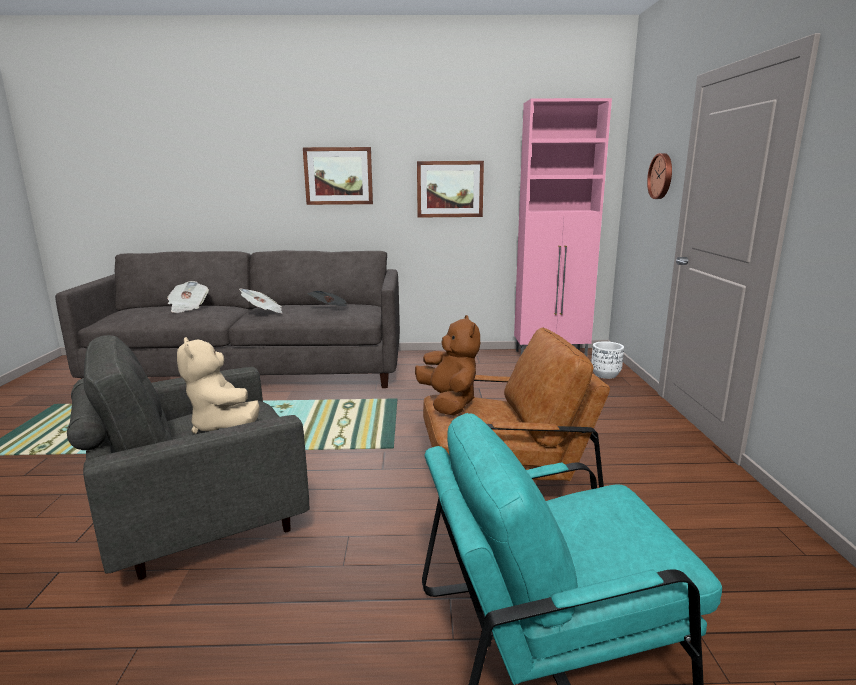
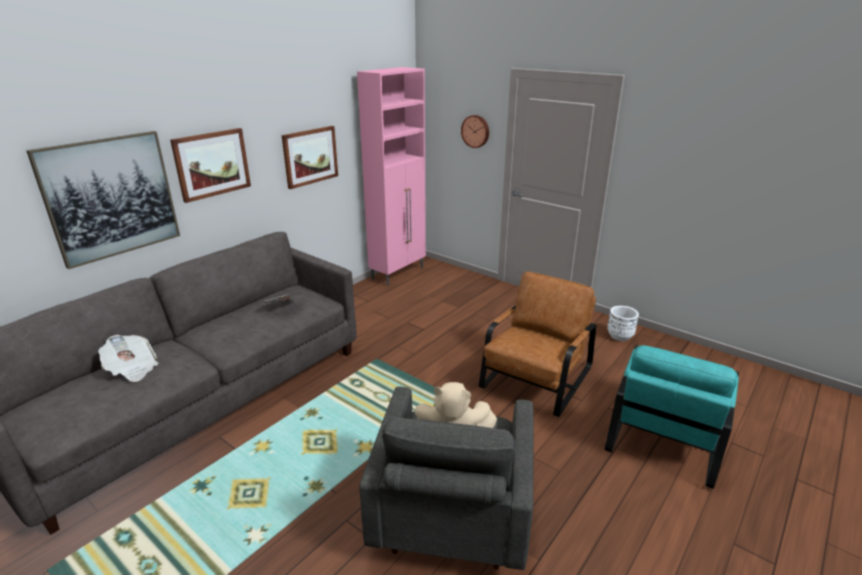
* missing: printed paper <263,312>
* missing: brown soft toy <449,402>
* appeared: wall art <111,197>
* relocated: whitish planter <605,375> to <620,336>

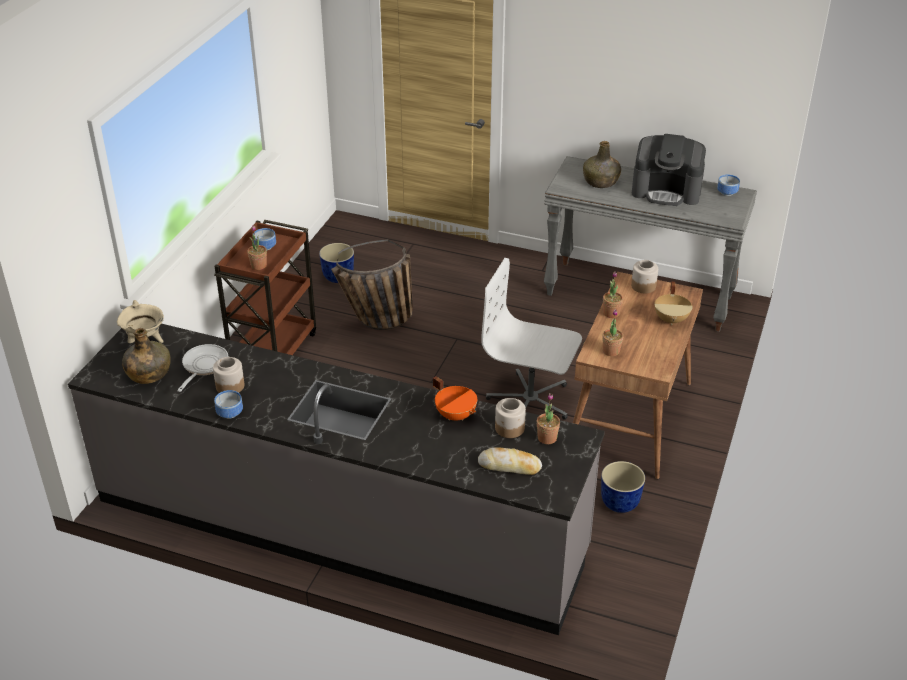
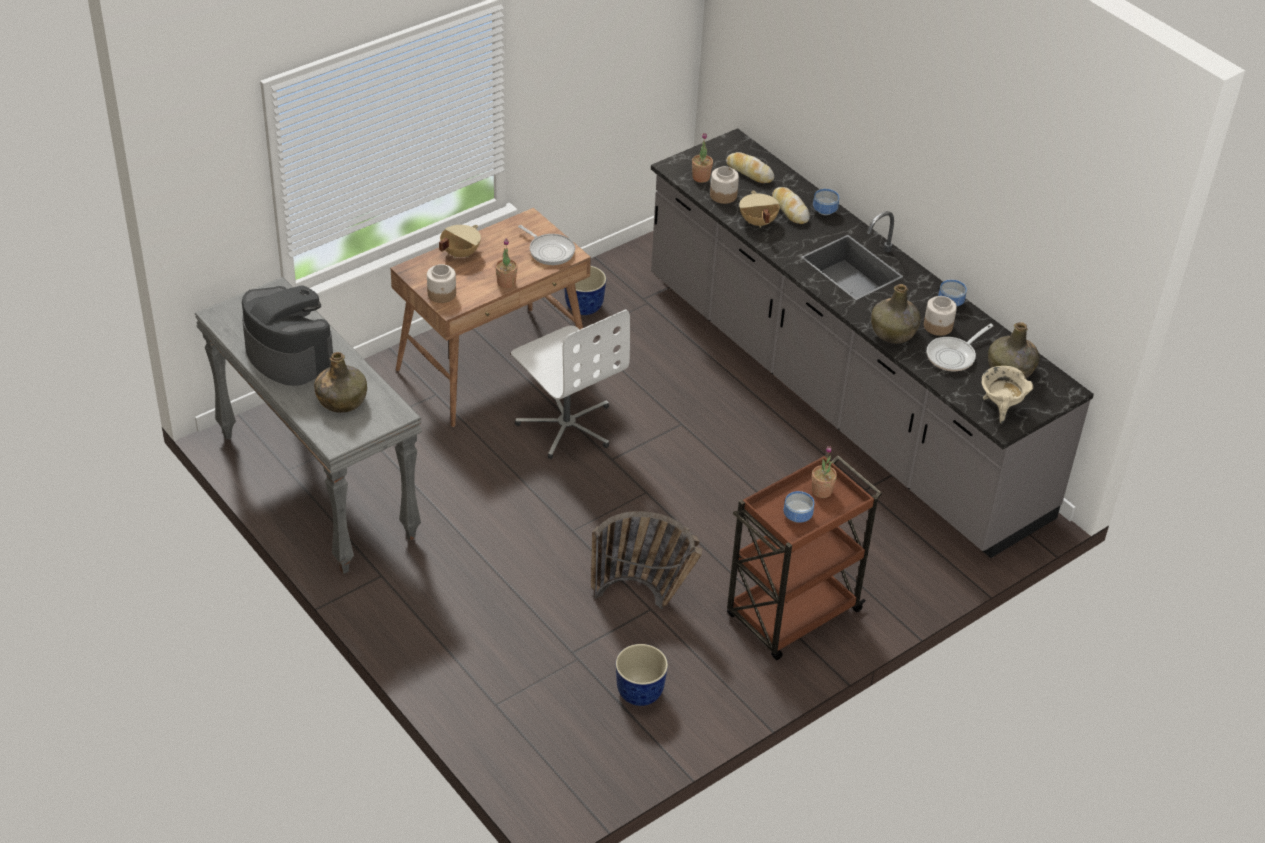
* appeared: bakery bread <790,209>
* appeared: green bottle <893,332>
* relocated: deep dish <726,192> to <825,211>
* exchanged: houseplant <611,351> to skillet <549,251>
* colour: orange-coloured stockpot <456,415> to beige-coloured stockpot <757,222>

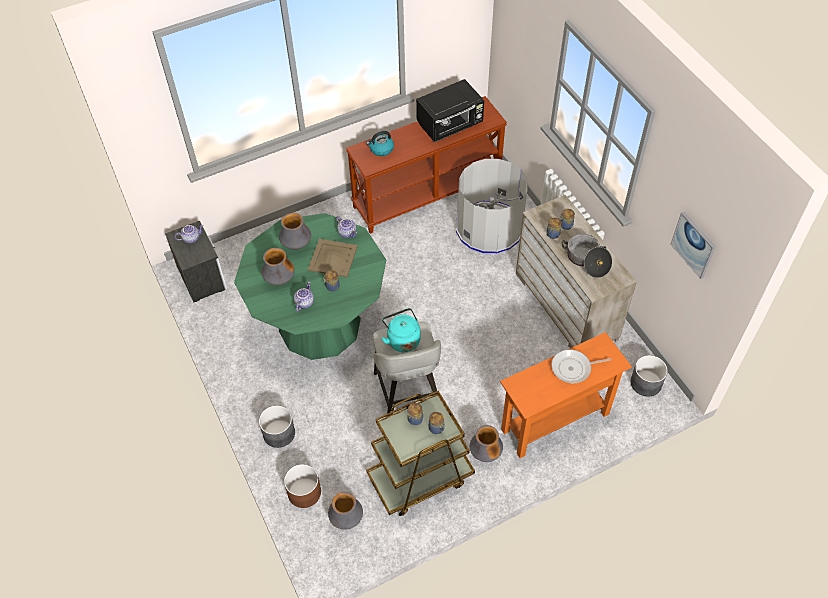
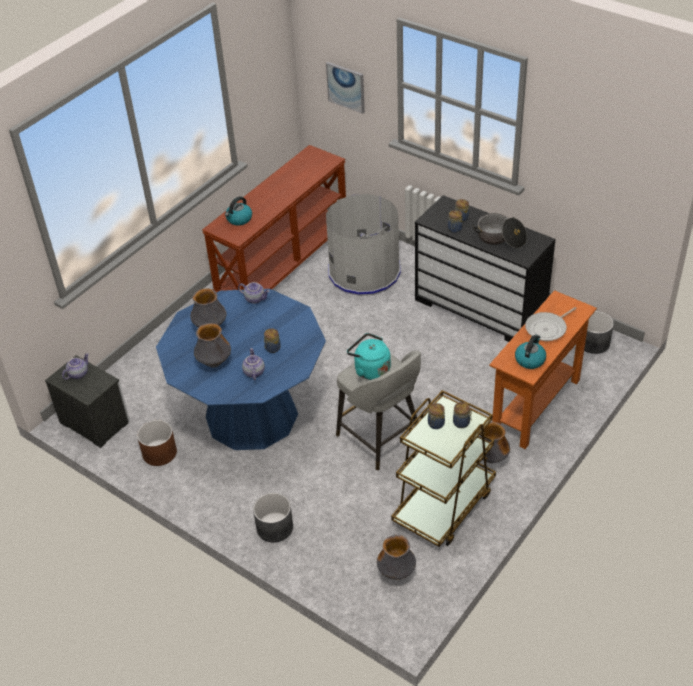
* missing: beige-coloured serving tray <333,258>
* missing: blackish microwave <450,125>
* appeared: water kettle <530,359>
* relocated: brown planter <304,492> to <159,453>
* relocated: wall art <693,244> to <346,87>
* colour: green kitchen table <320,325> to blue-coloured kitchen table <252,415>
* colour: beige-coloured chest of drawers <566,306> to blackish chest of drawers <480,308>

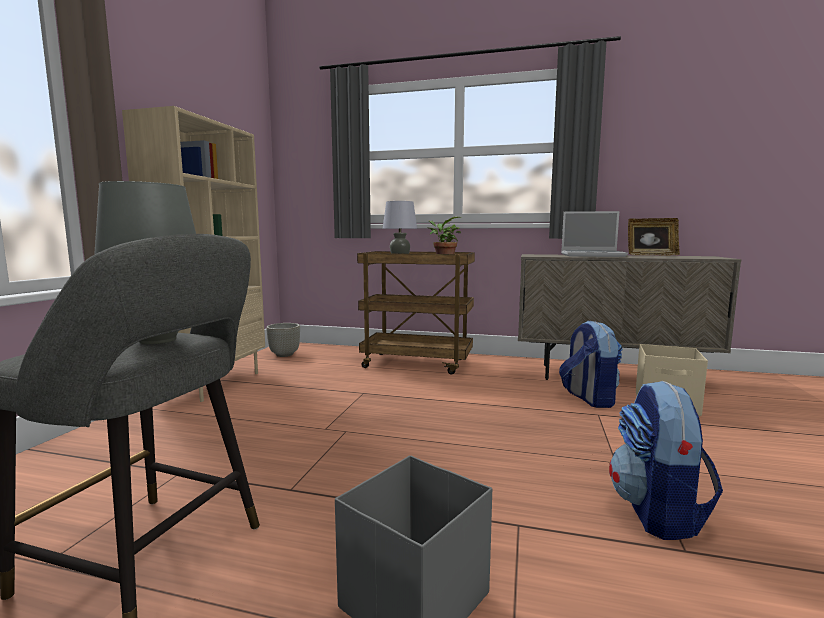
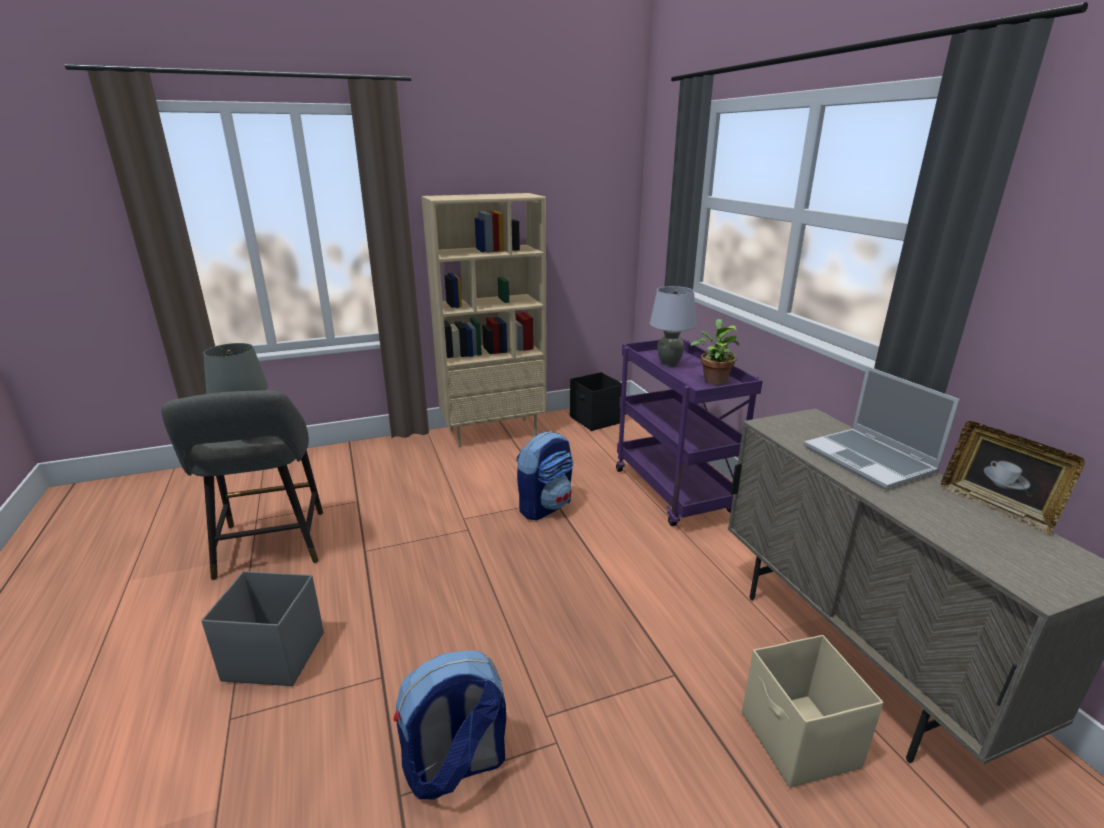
* relocated: knapsack <588,398> to <545,506>
* exchanged: grey planter <285,354> to blackish storage bin <595,420>
* colour: brown trolley <418,363> to purple-coloured trolley <675,492>

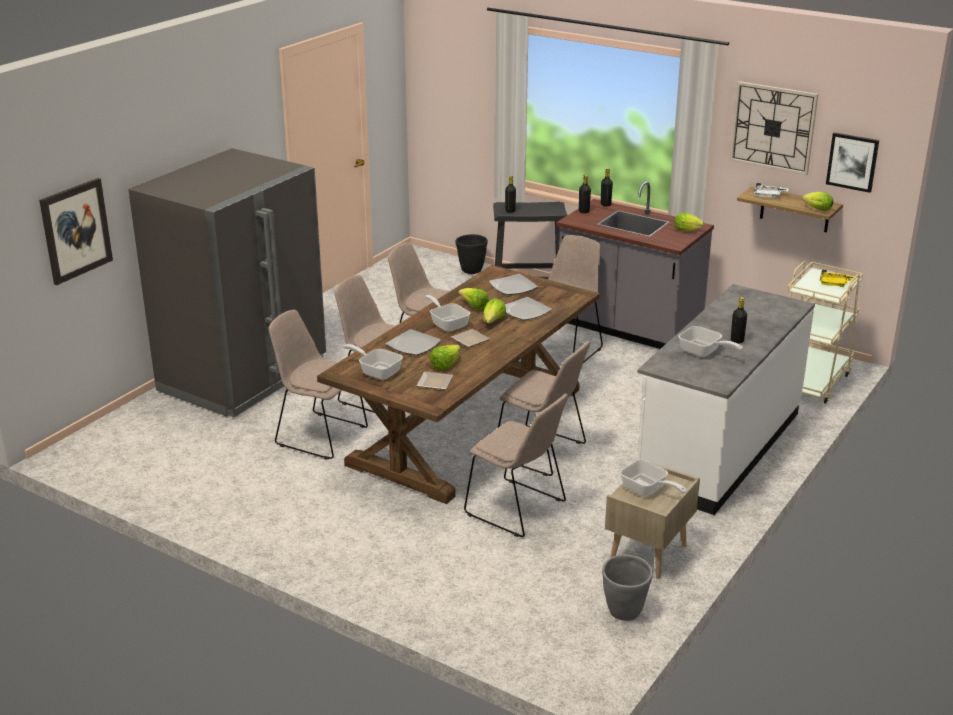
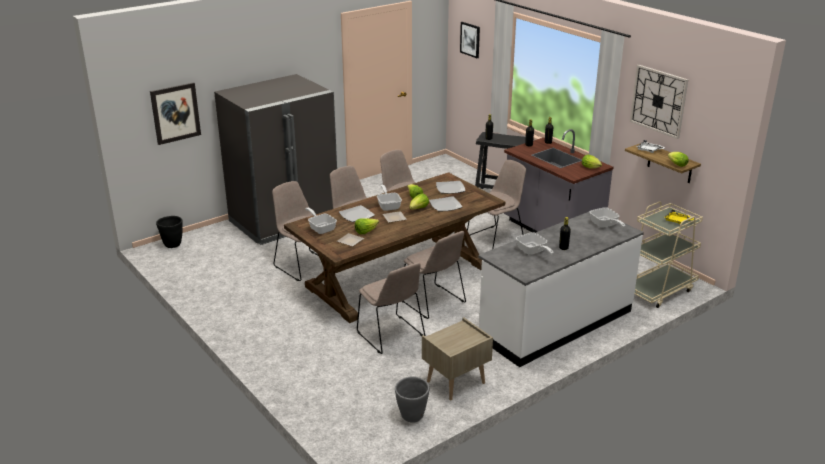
* relocated: blackish planter <471,270> to <172,244>
* relocated: skillet <647,490> to <605,225>
* relocated: wall art <852,162> to <470,39>

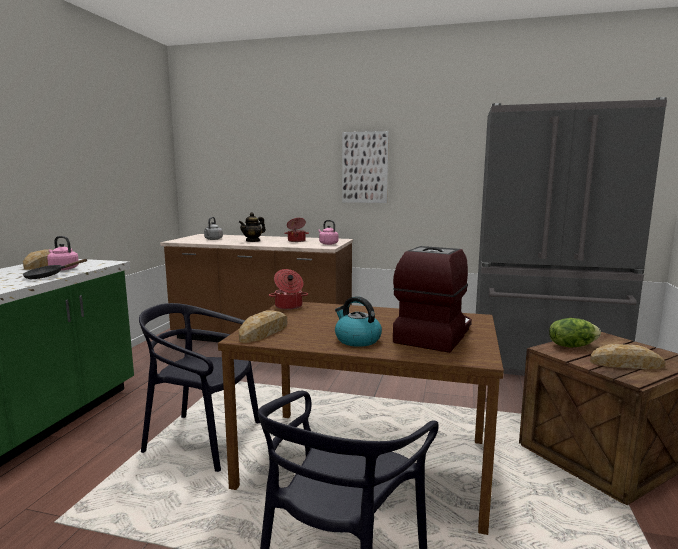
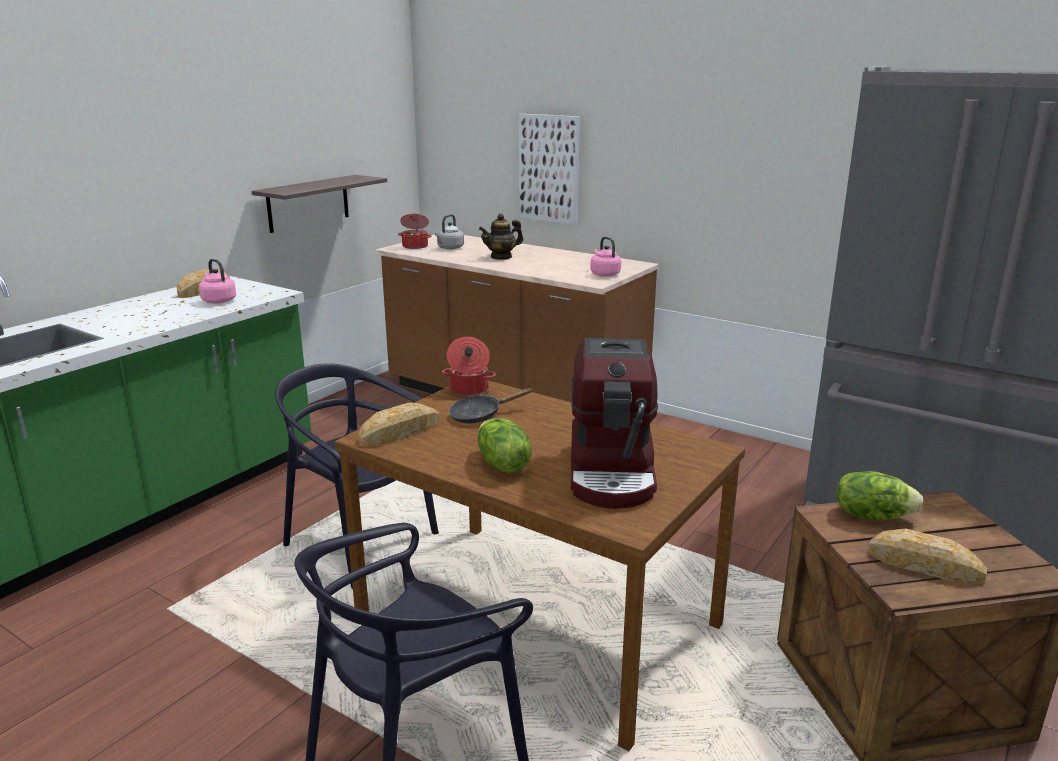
* appeared: wall shelf <308,203>
* relocated: blackish skillet <48,276> to <480,415>
* relocated: stockpot <296,241> to <415,246>
* relocated: wall art <365,167> to <549,169>
* exchanged: water kettle <357,340> to lettuce head <501,465>
* spun: coffee machine <433,334> = <613,472> 135 degrees clockwise

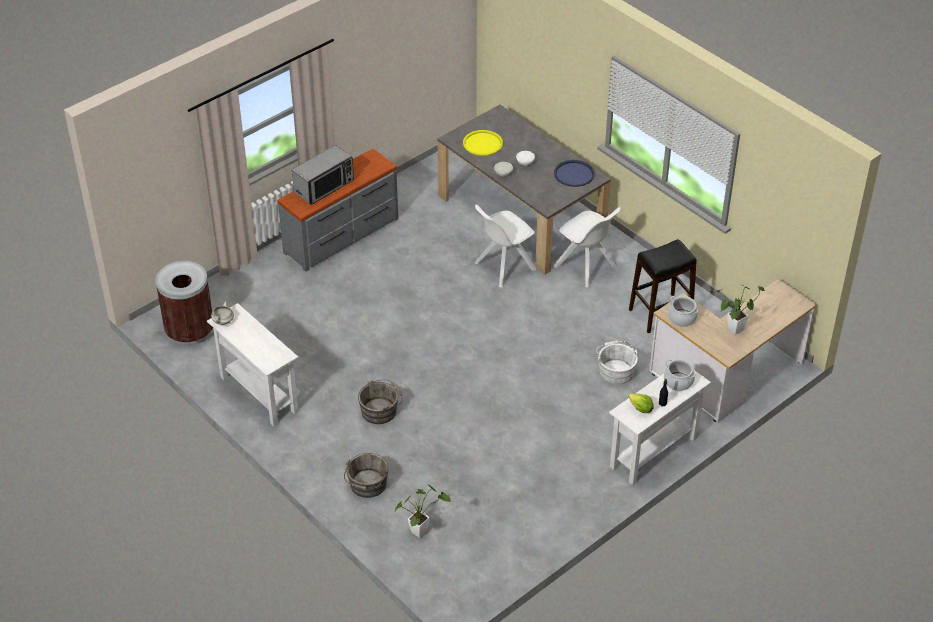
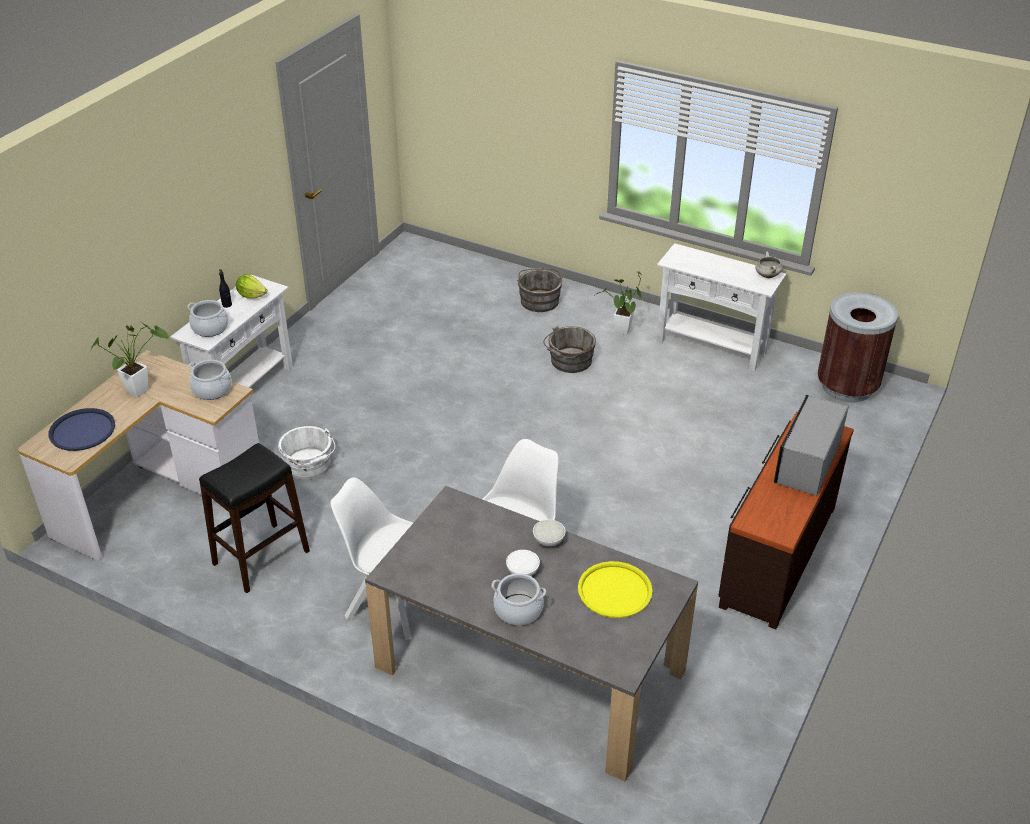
* appeared: stockpot <518,610>
* relocated: houseplant <421,530> to <621,333>
* relocated: blue-coloured serving tray <574,174> to <82,430>
* colour: grey chest of drawers <342,236> to brown chest of drawers <776,555>

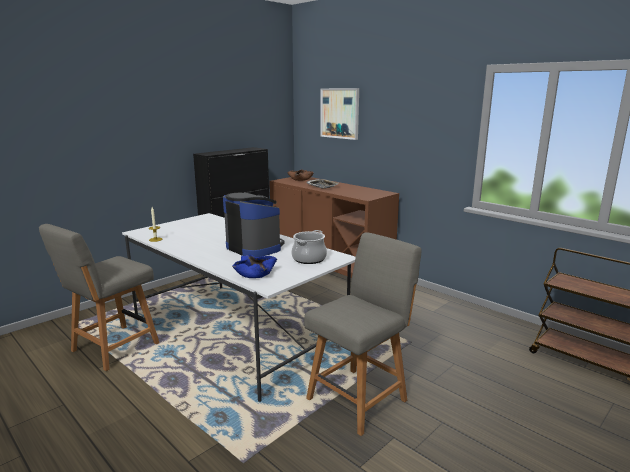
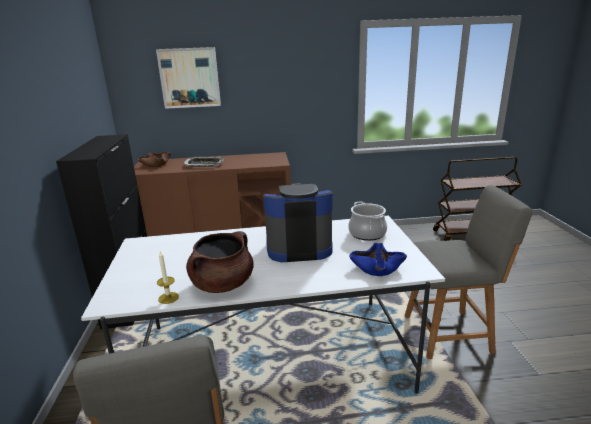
* appeared: brown stockpot <222,284>
* spun: grey upright chair <359,398> = <450,333> 90 degrees clockwise

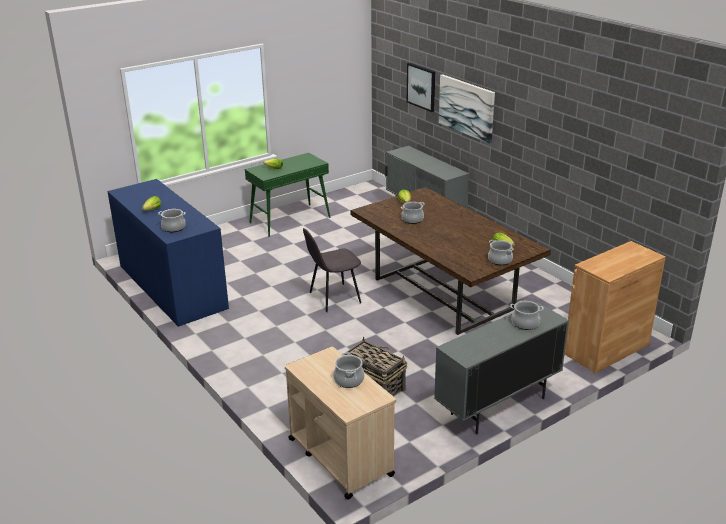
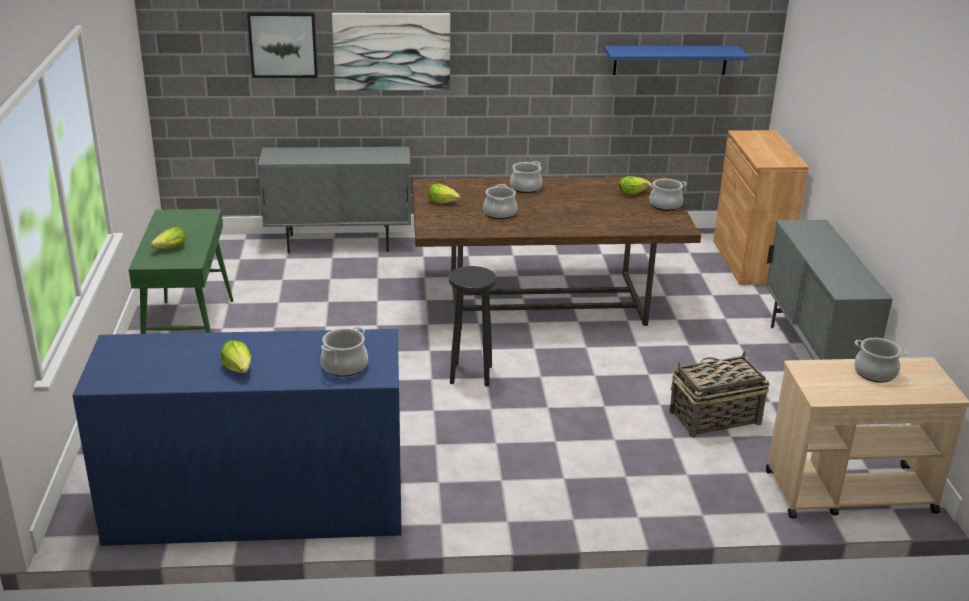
* appeared: blue-coloured wall shelf <670,60>
* relocated: stockpot <525,323> to <525,188>
* exchanged: grey upright chair <333,298> to blackish stool seat <470,374>

